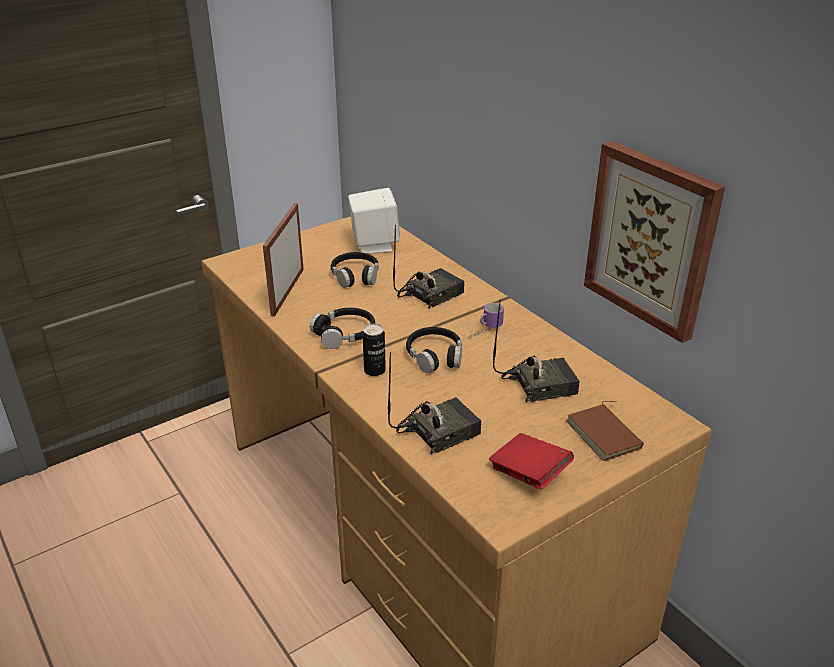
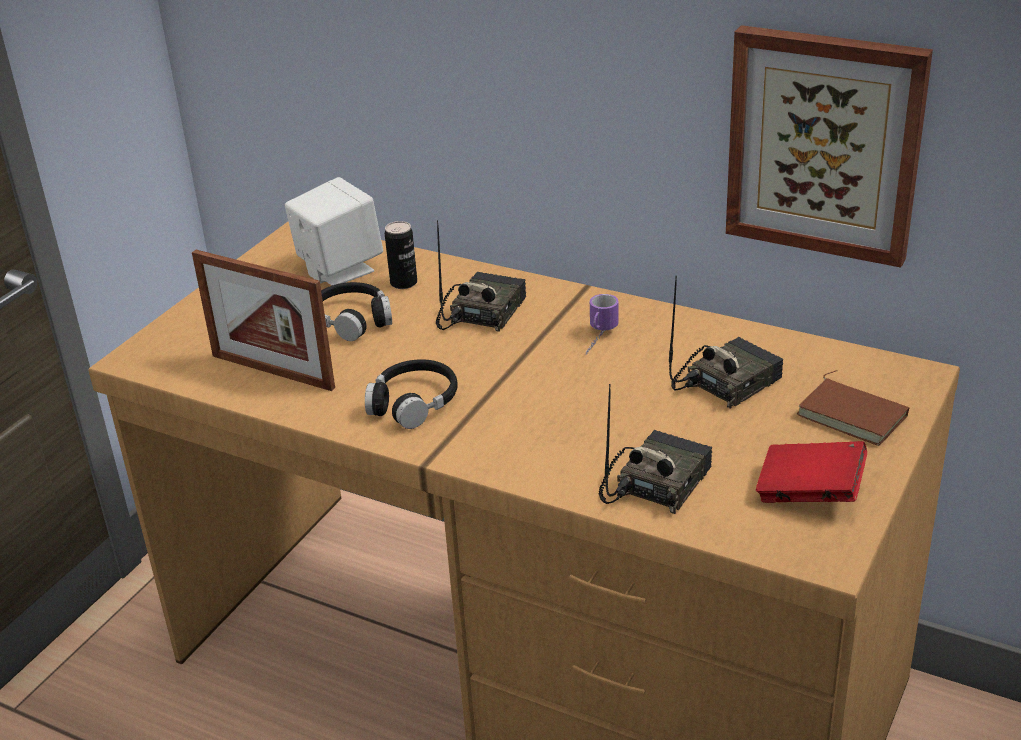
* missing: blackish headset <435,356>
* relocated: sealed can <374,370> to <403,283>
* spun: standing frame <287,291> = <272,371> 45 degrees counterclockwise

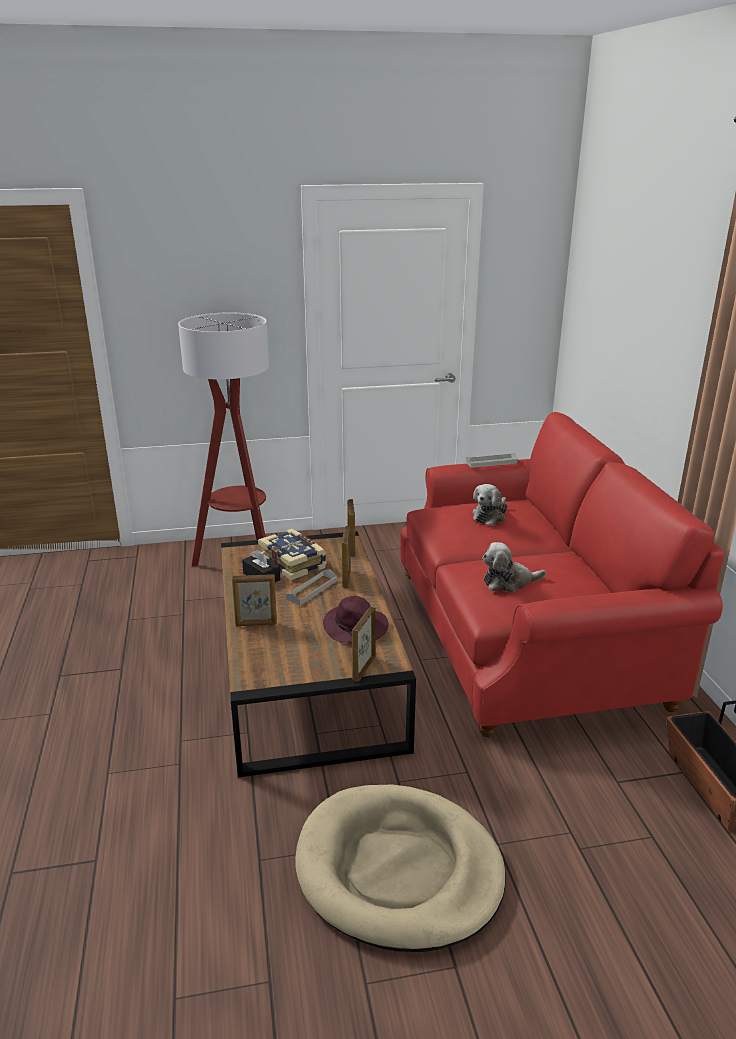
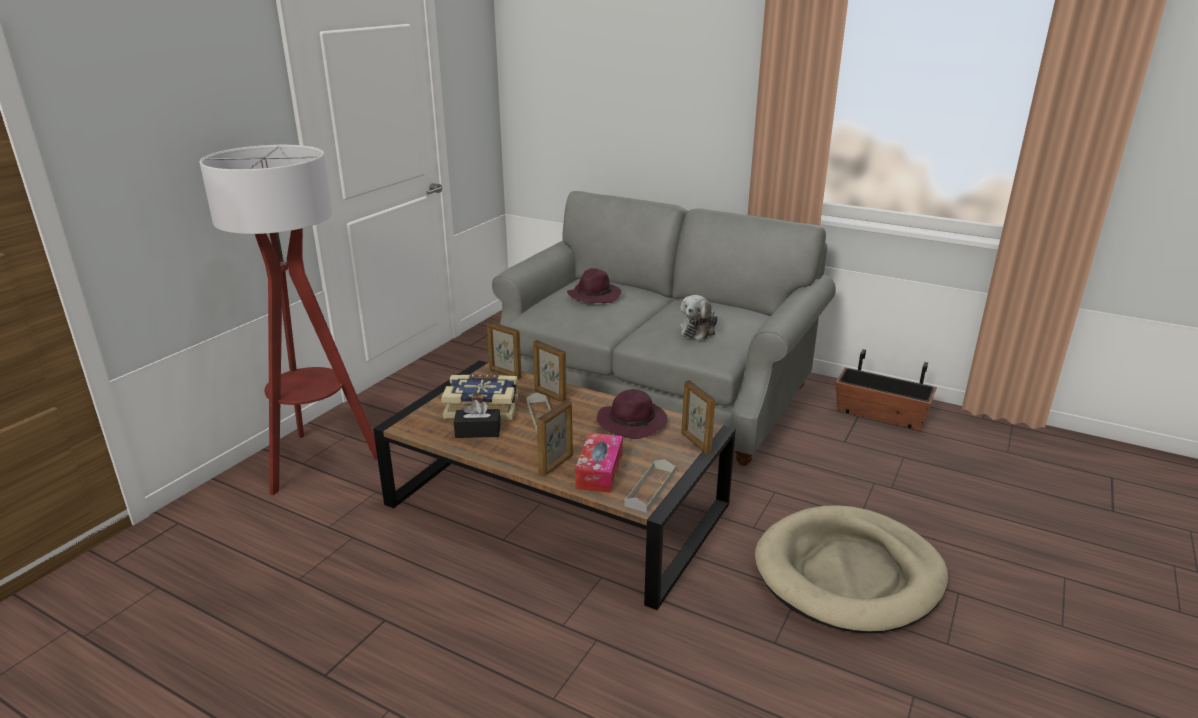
* appeared: tissue box <599,471>
* relocated: grey serving tray <491,462> to <650,488>
* exchanged: soft toy <490,516> to purple-coloured clothing hat <594,295>
* colour: red sofa <526,635> to grey sofa <654,391>

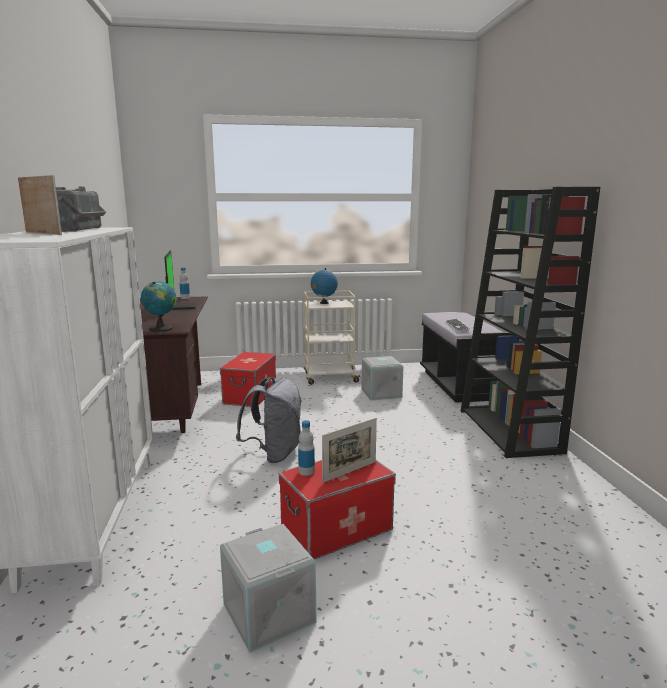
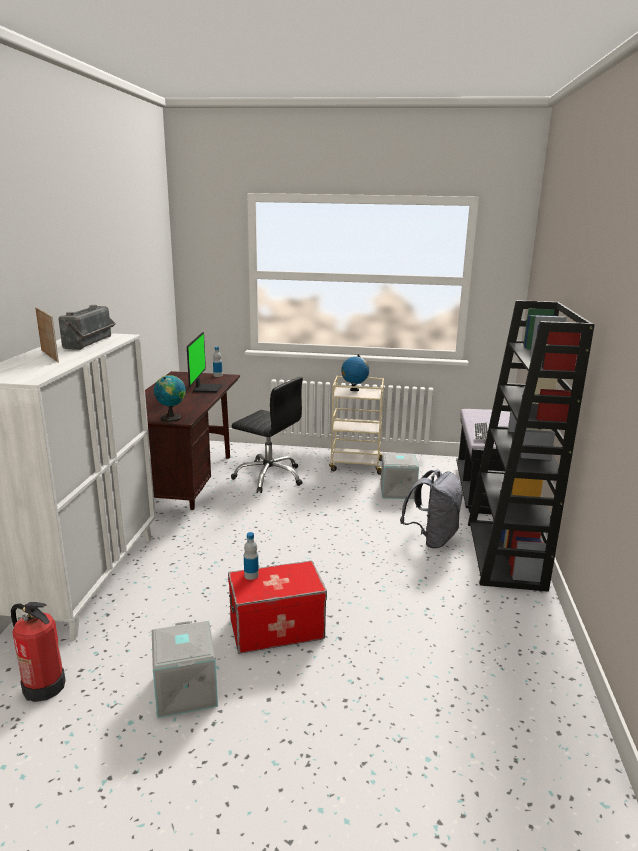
* missing: standing frame <349,471>
* appeared: extinguisher <43,686>
* relocated: grey knapsack <274,454> to <432,539>
* exchanged: storage bin <250,395> to blackish desk chair <269,477>

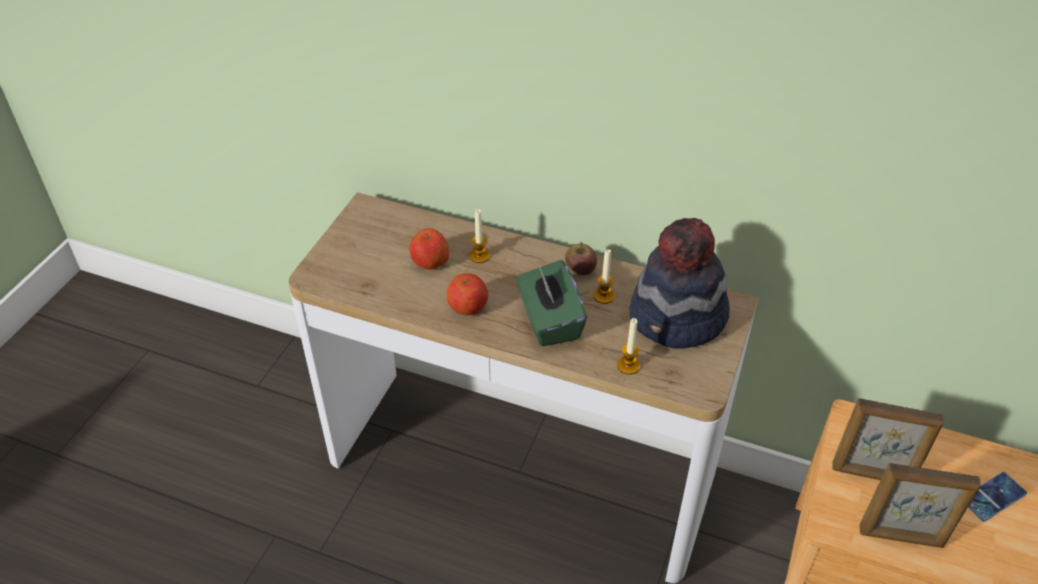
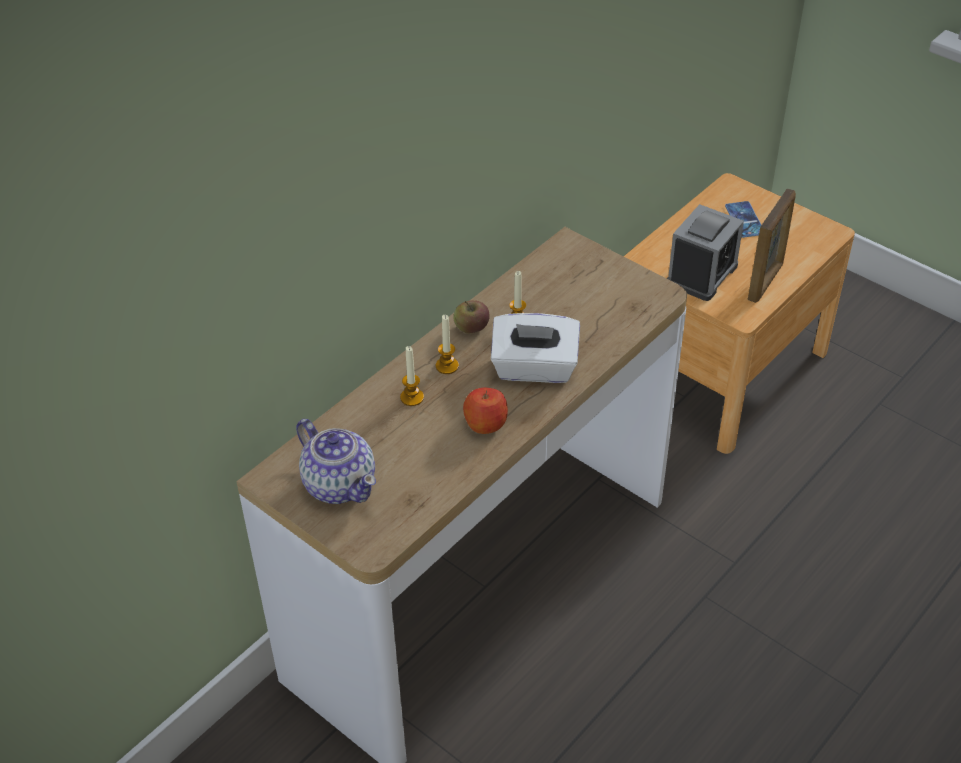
* missing: whole apple <430,261>
* missing: clothing hat <678,319>
* appeared: pot for tea <339,484>
* relocated: candle <628,366> to <447,366>
* exchanged: standing frame <871,475> to alarm clock <702,274>
* colour: green tissue box <549,321> to whitish tissue box <534,369>

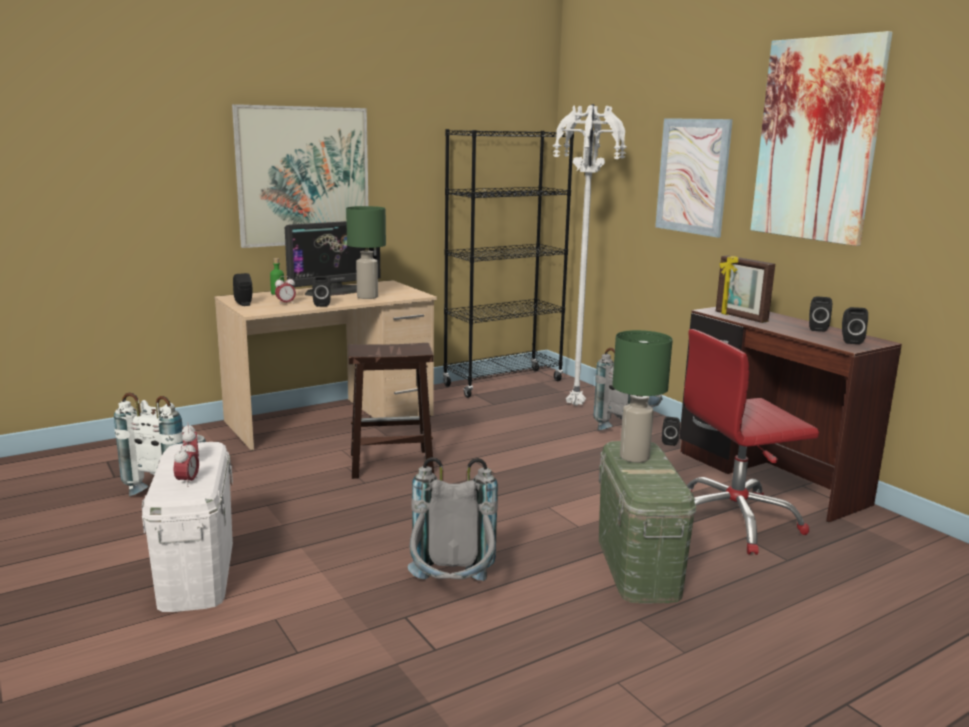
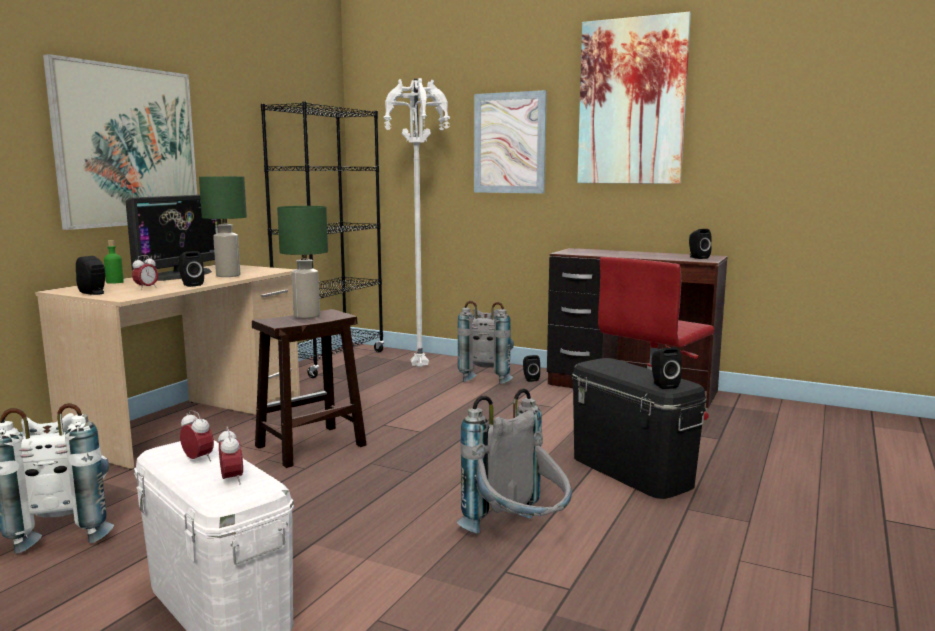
* missing: standing frame <740,317>
* relocated: green table lamp <634,458> to <306,316>
* relocated: blackish audio speaker <816,329> to <663,385>
* colour: green storage bin <638,566> to blackish storage bin <631,471>

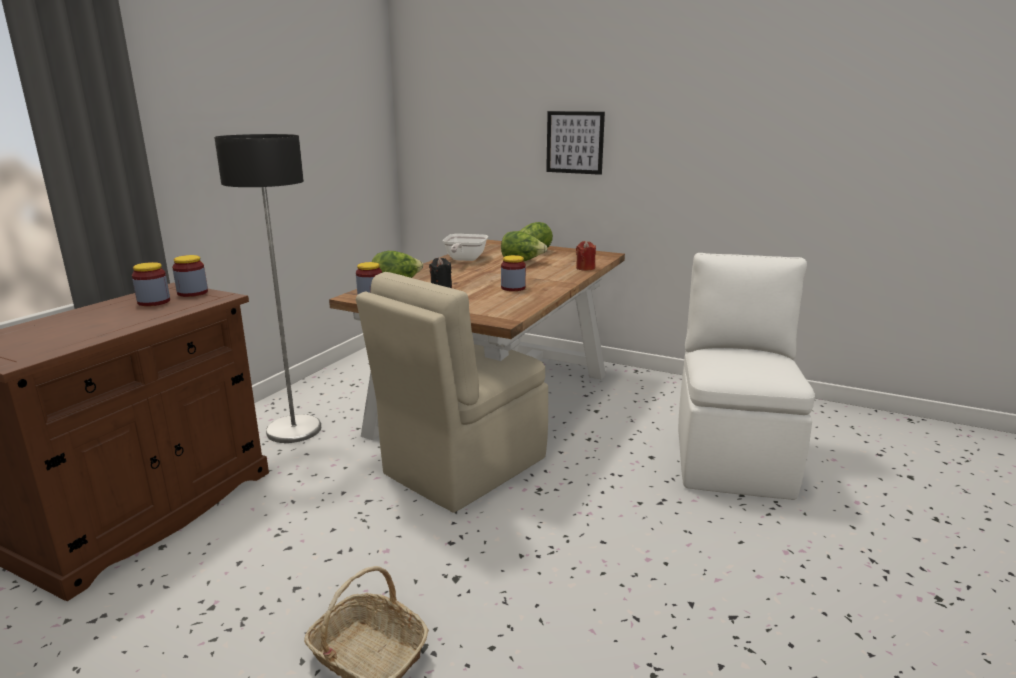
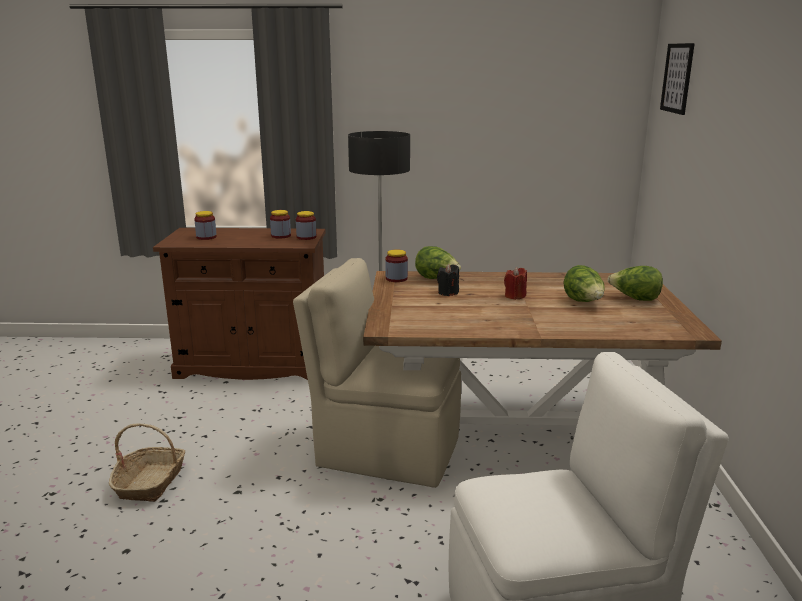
* missing: skillet <464,260>
* relocated: preserve jar <513,288> to <206,237>
* relocated: wall art <575,142> to <677,78>
* relocated: red candle <585,268> to <515,296>

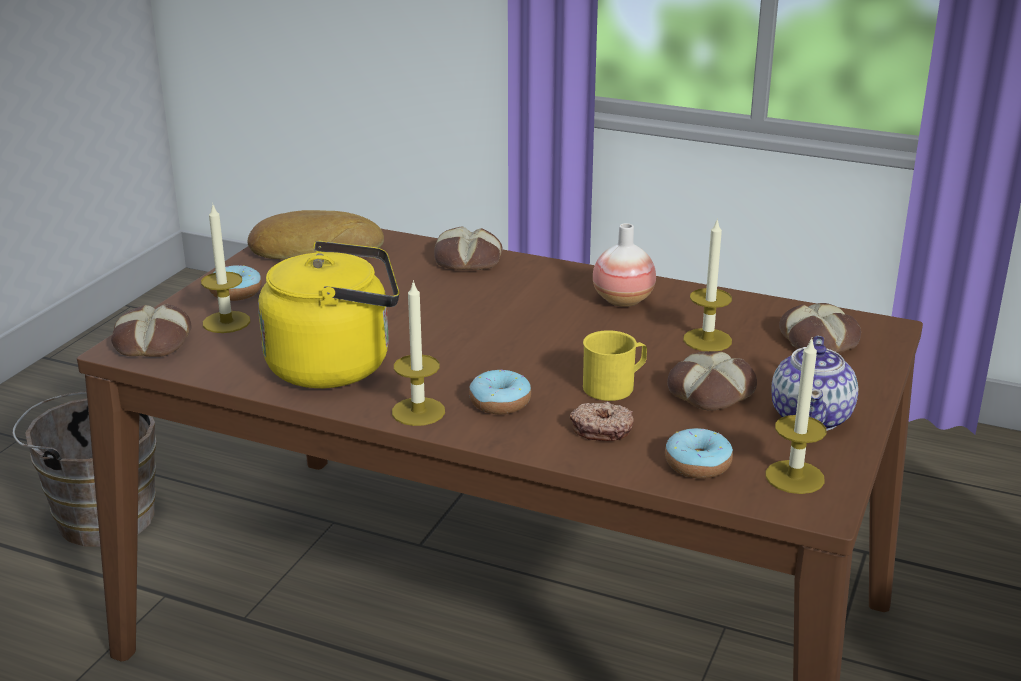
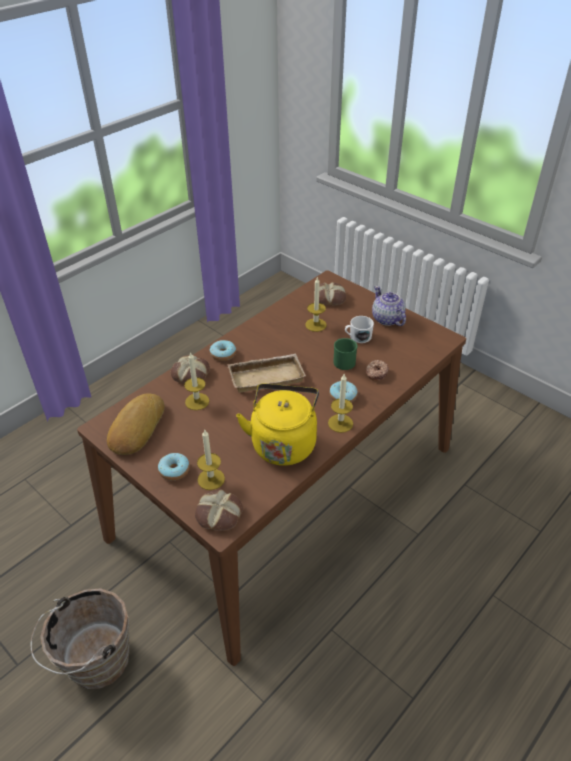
* missing: flower vase <623,300>
* appeared: beige-coloured serving tray <267,376>
* relocated: donut <697,464> to <223,354>
* relocated: candle <794,477> to <197,401>
* exchanged: bakery bread <709,391> to whitish coffee mug <357,337>
* colour: yellowish coffee mug <615,386> to green coffee mug <343,360>
* spun: pot for tea <812,417> = <387,319> 150 degrees counterclockwise

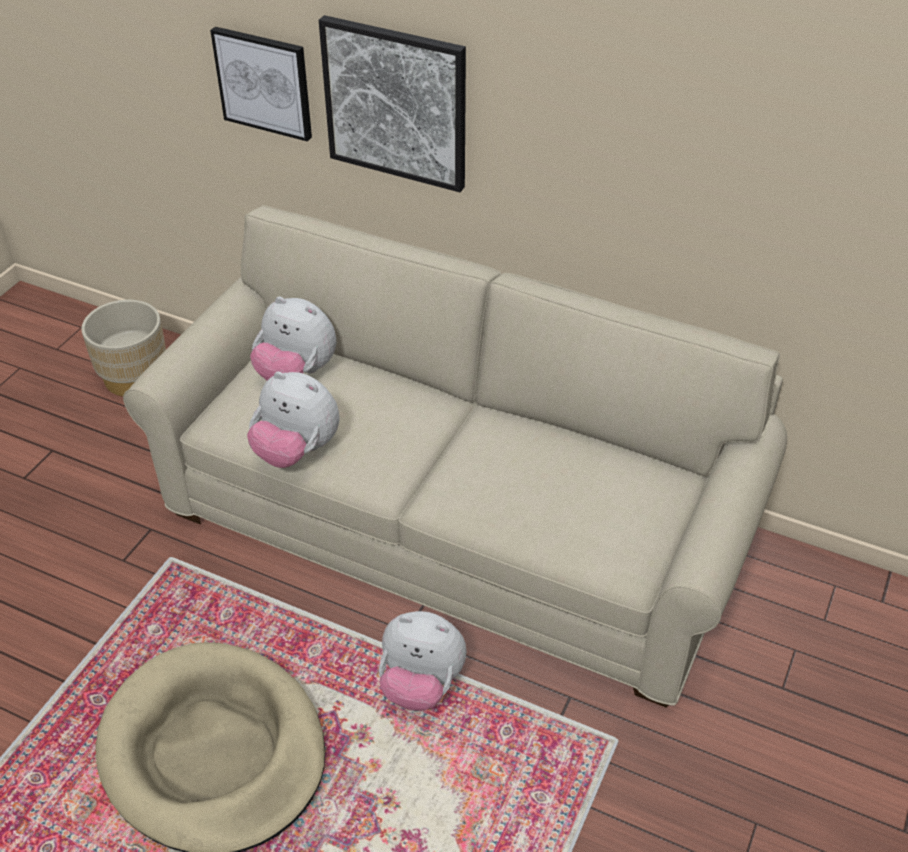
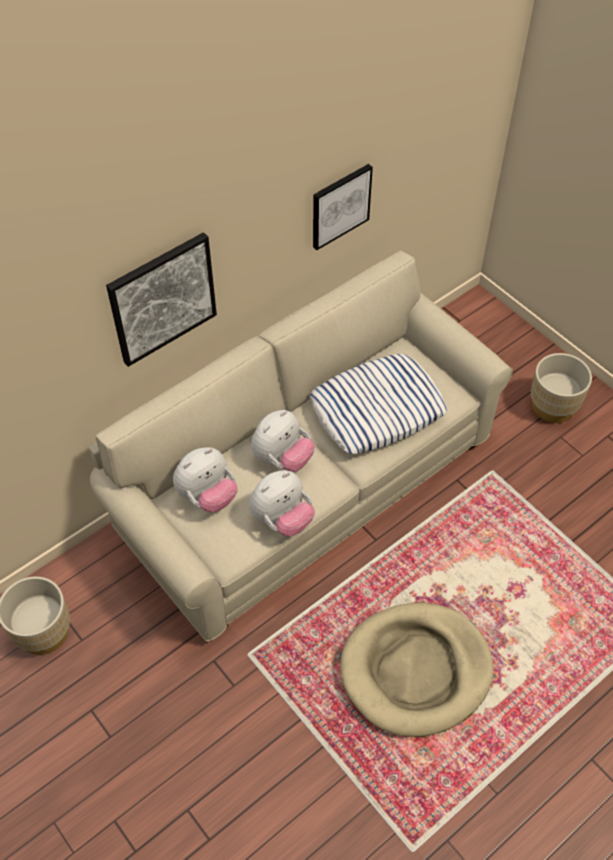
* appeared: pillow <377,409>
* appeared: beige-coloured planter <553,406>
* relocated: wall art <264,82> to <340,206>
* relocated: soft toy <421,684> to <282,458>

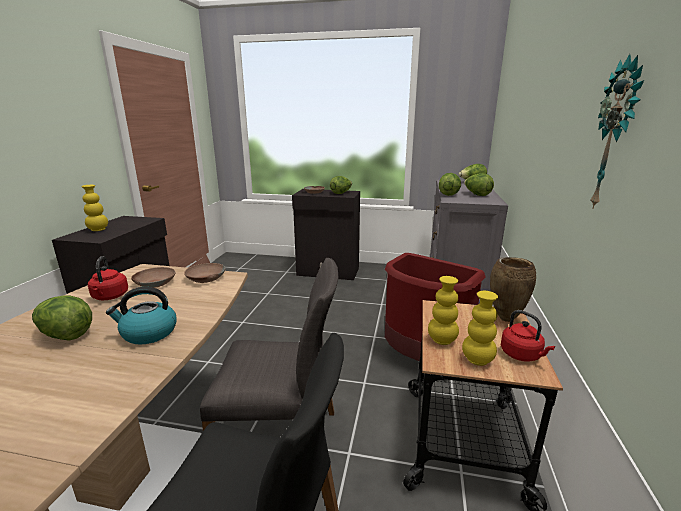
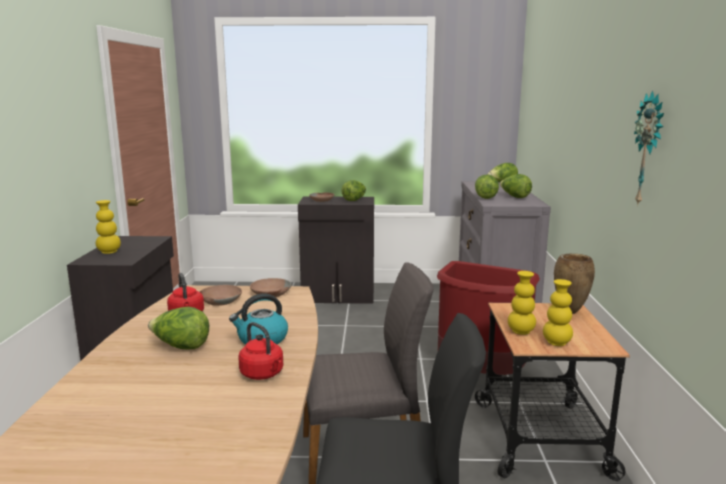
* relocated: red water kettle <522,355> to <263,374>

